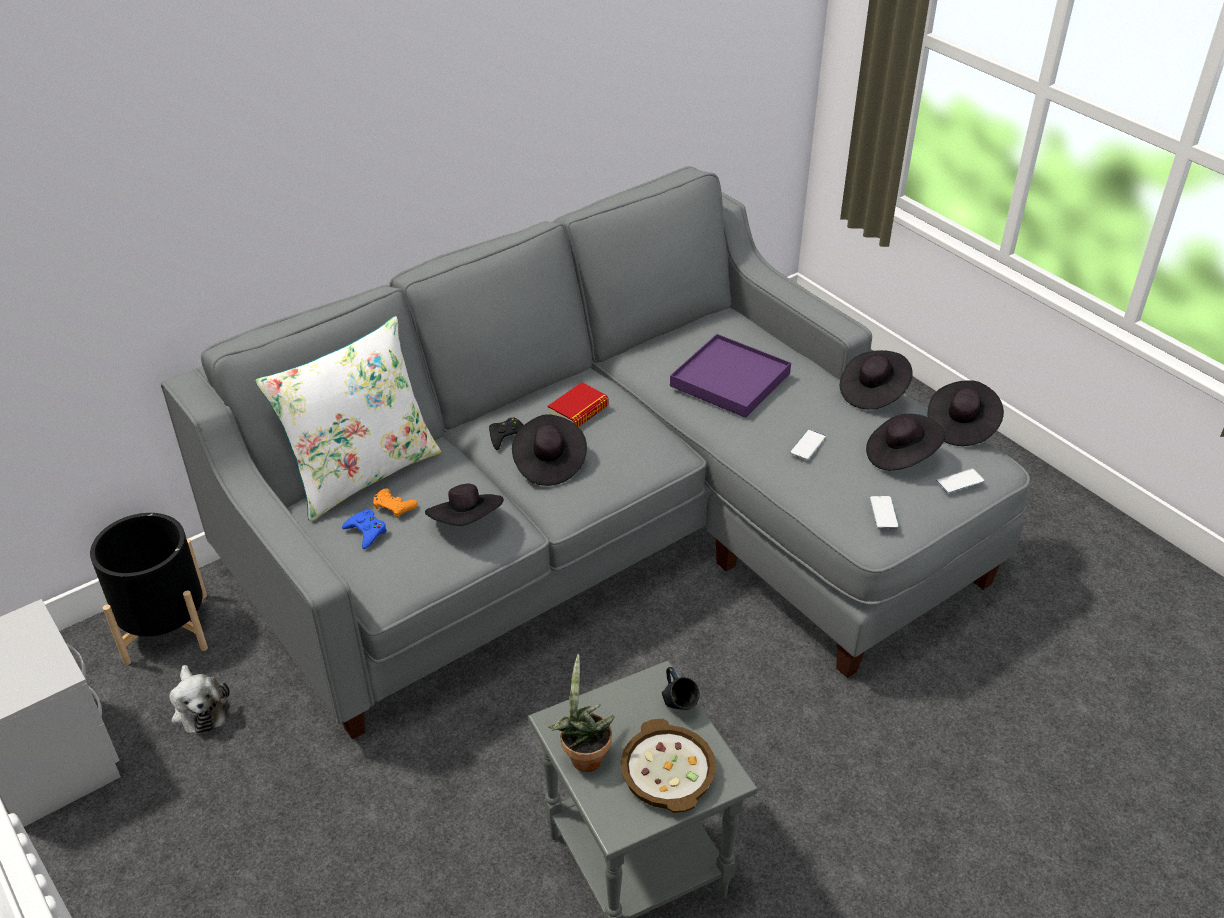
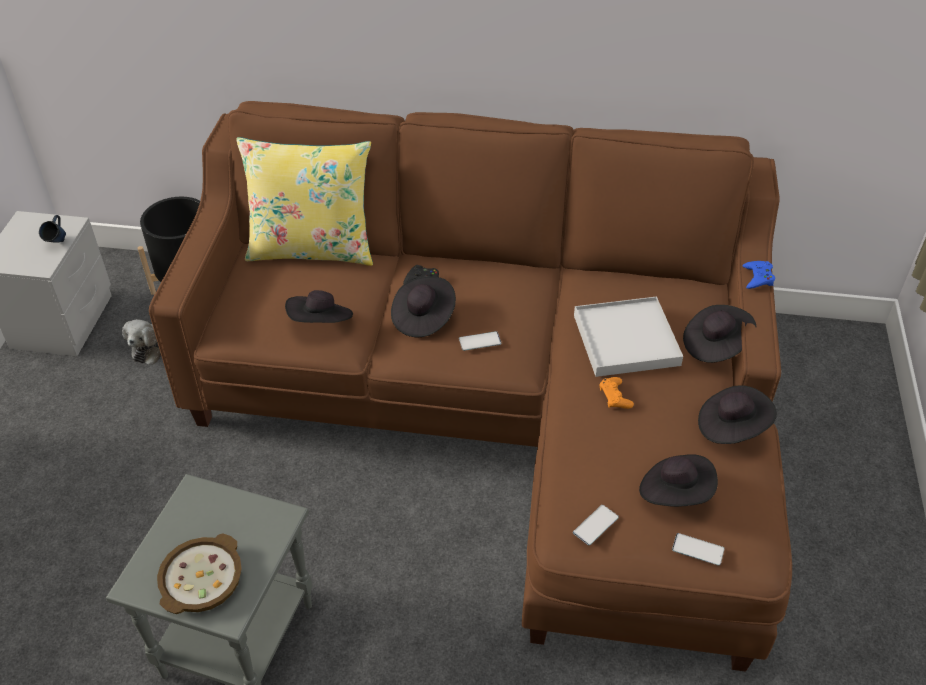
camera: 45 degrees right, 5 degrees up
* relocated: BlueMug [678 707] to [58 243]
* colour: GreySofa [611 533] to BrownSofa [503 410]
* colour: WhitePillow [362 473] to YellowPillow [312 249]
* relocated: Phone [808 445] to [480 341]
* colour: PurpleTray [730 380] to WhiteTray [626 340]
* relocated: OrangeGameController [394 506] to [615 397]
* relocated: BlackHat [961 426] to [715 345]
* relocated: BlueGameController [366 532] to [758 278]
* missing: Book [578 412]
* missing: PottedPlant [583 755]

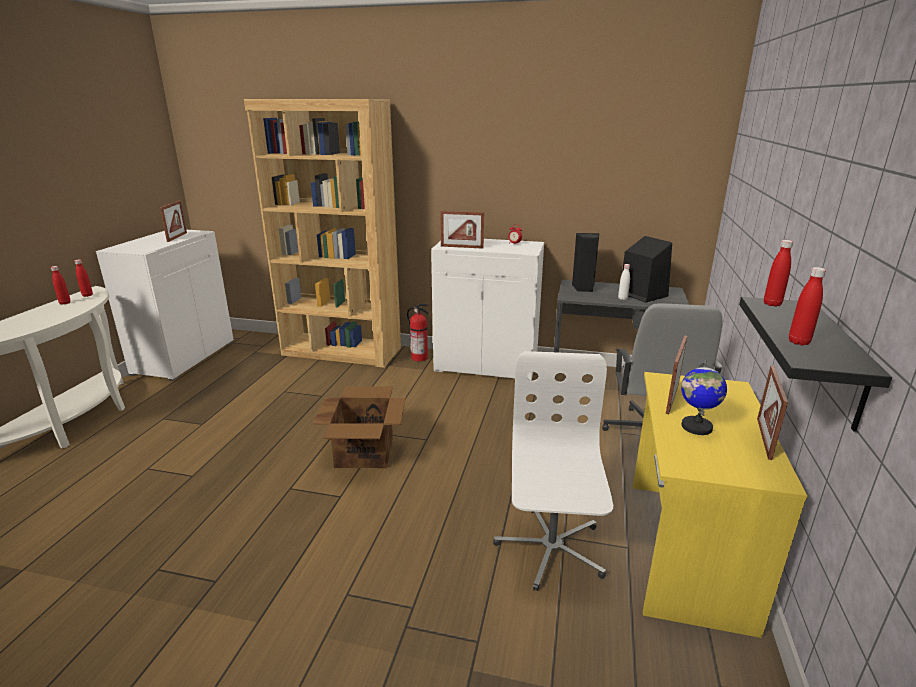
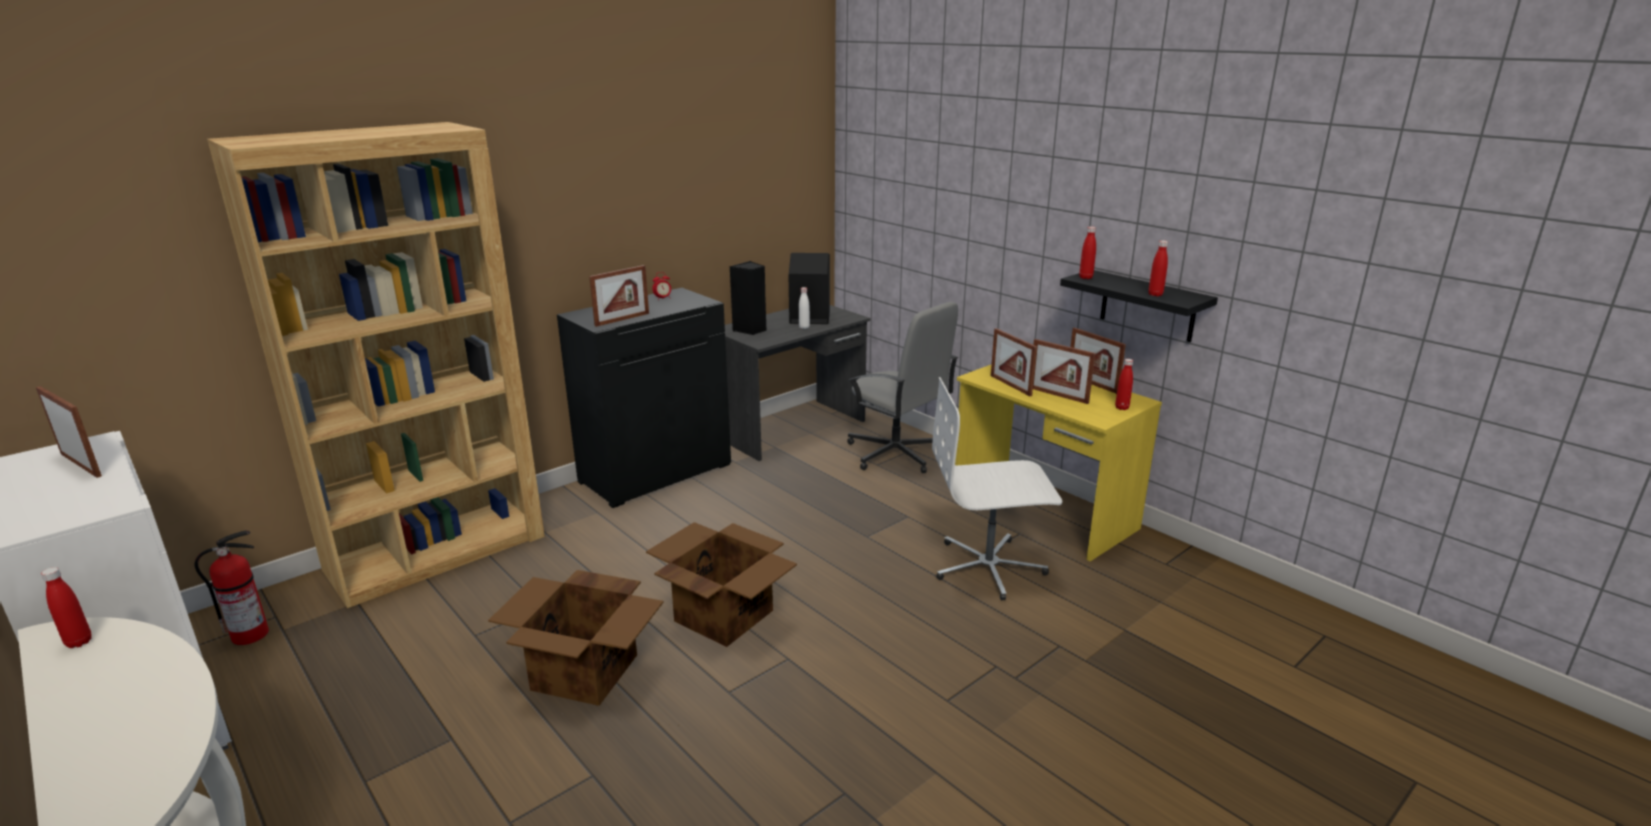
camera: 55 degrees left, 0 degrees up
* relocated: FireExtinguisher [420 358] to [251 634]
* appeared: CardboardBox [586 673]
* colour: WhiteCabinet [487 365] to BlackCabinet [655 472]
* spun: WhiteOfficeChair [550 548] = [989 567] 45 degrees counterclockwise
* exchanged: Globe [696 427] to PictureFrame [1058 395]
* relocated: RedBottle [65 303] to [1121 408]

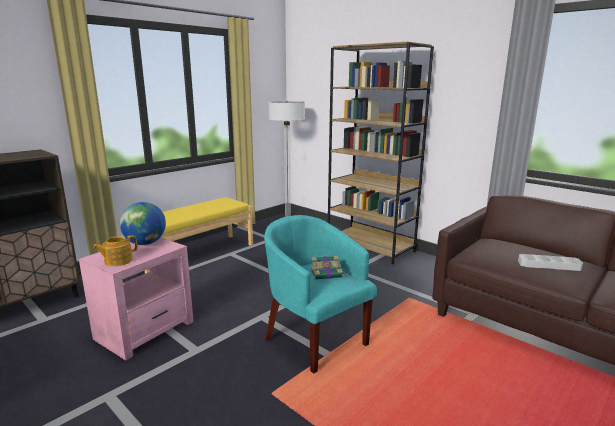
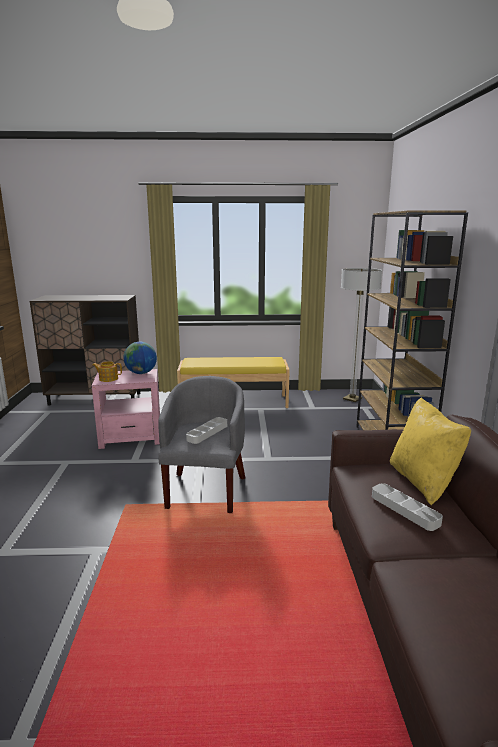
camera: 45 degrees right, 0 degrees up
* colour: TurquoiseArmchair [314 338] to GreyArmchair [206 490]
* exchanged: Book [327 274] to GreyTray [207 433]
* appeared: YellowPillow [423 482]

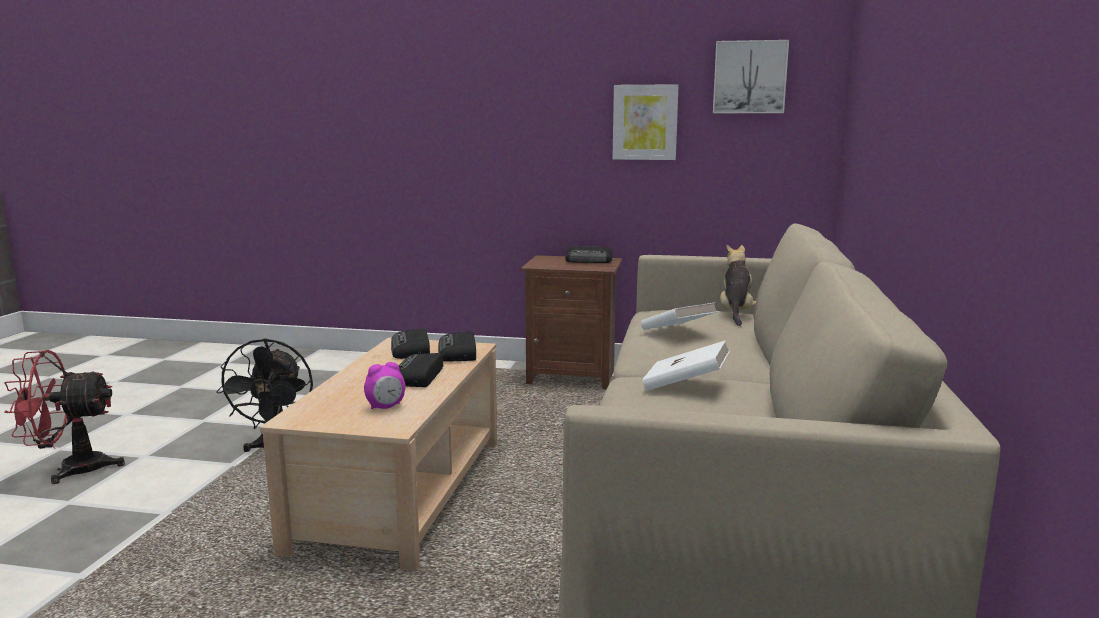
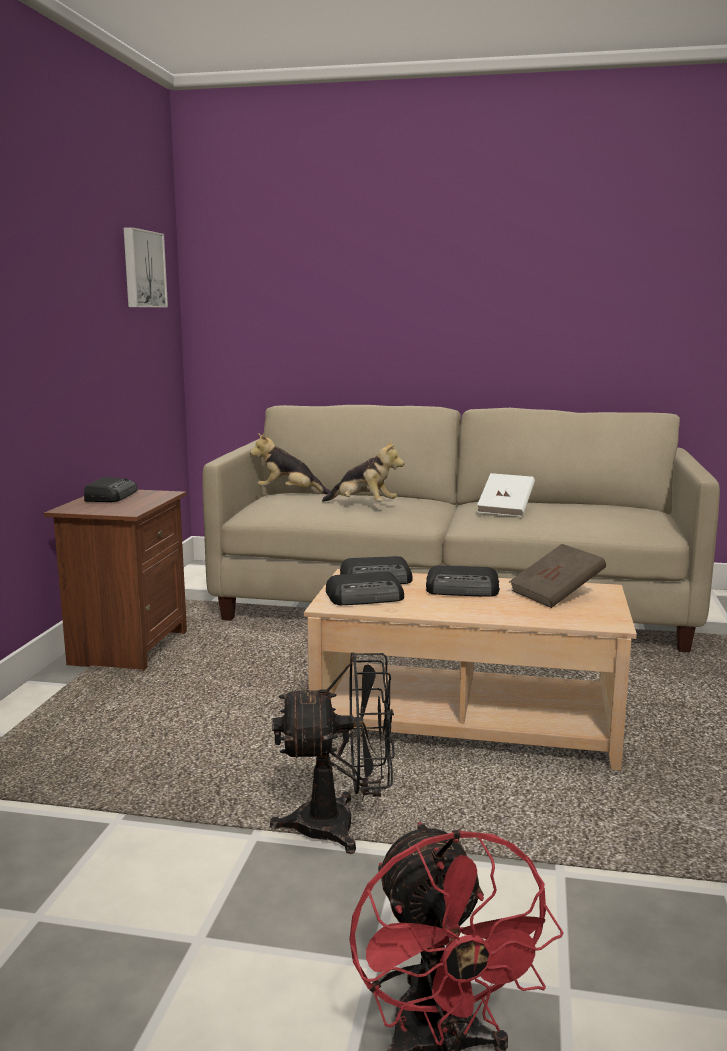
camera: 90 degrees left, 0 degrees up
* exchanged: WhiteBook [677 333] to PlushToy [363 505]
* exchanged: AlarmClock [386 407] to BrownBook [556 594]
* missing: Picture [645 122]

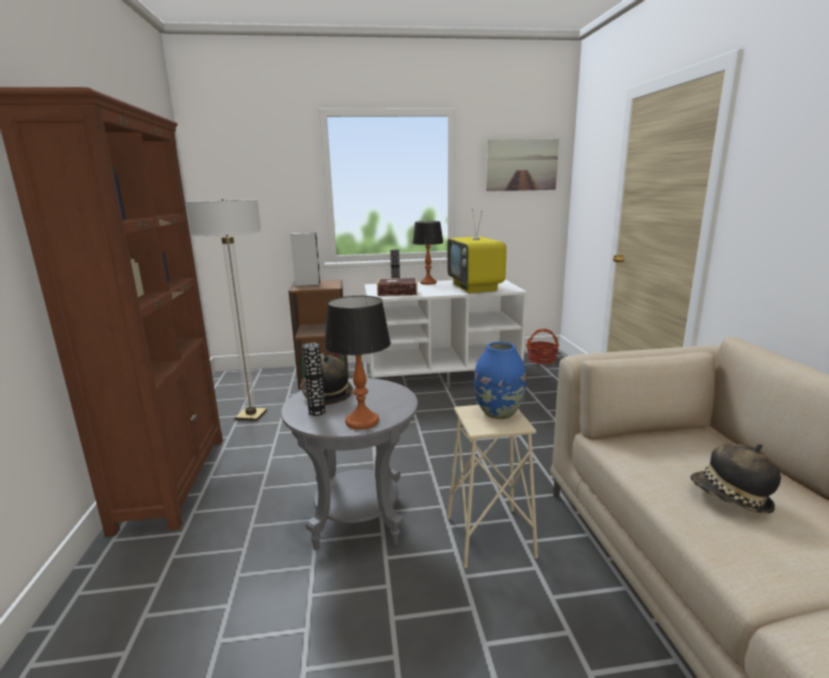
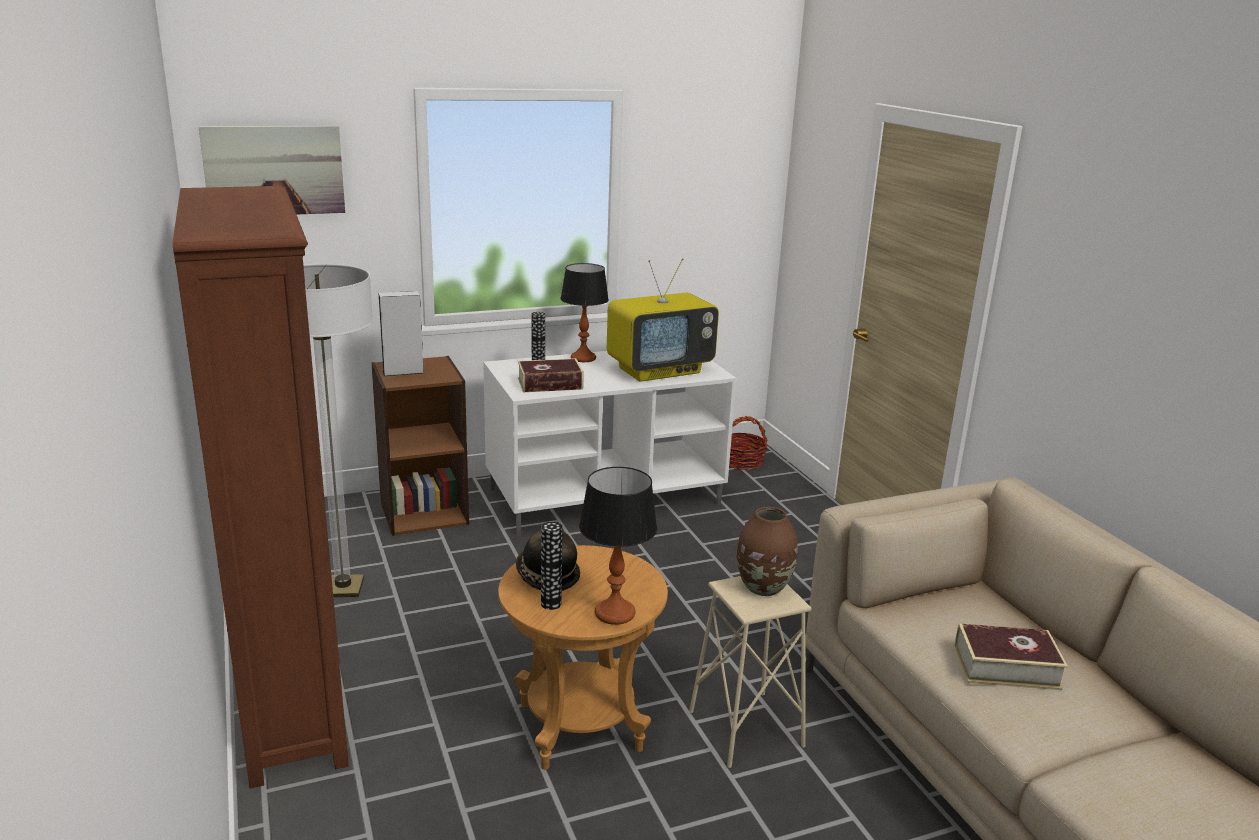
camera: 15 degrees left, 5 degrees up
* relocated: Picture [521 165] to [274 170]
* colour: GreySideTable [358 519] to BrownSideTable [580 726]
* spun: Television [475 288] = [660 370] 90 degrees counterclockwise
* colour: BlueVase [499 413] to BrownVase [763 587]
* exchanged: Hat [730 498] to Book [1006 667]

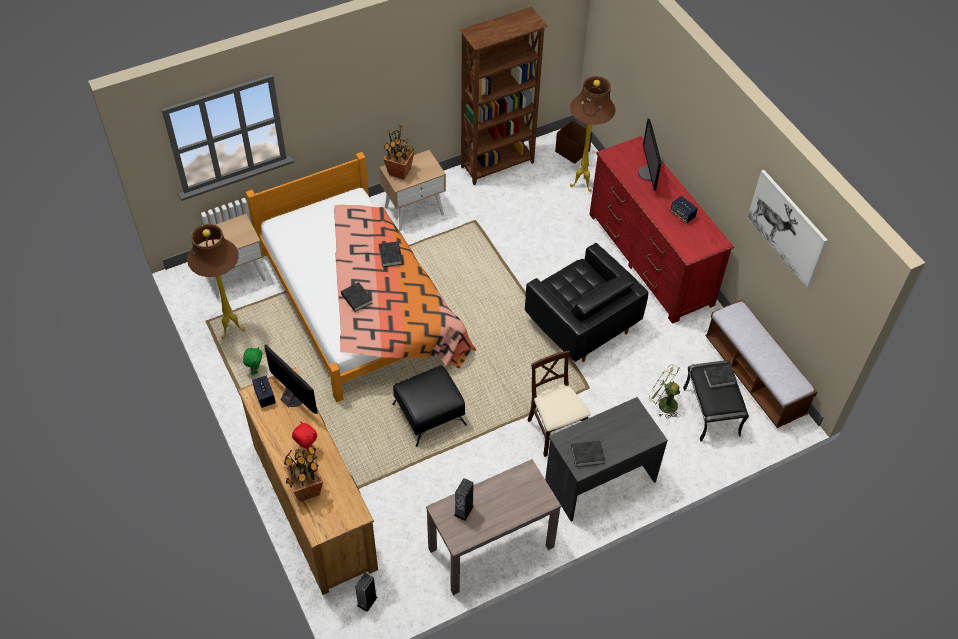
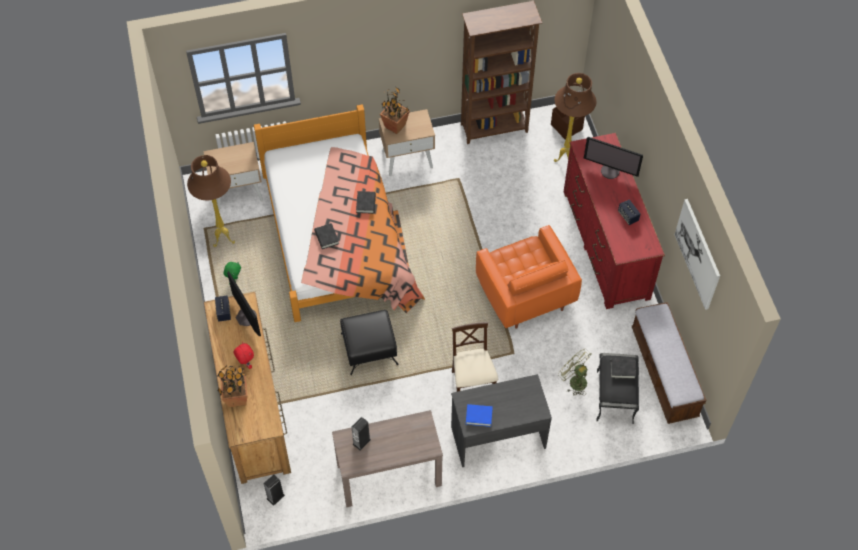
camera: 15 degrees right, 5 degrees up
* colour: BlackBook [587 455] to BlueBook [479 416]
* colour: BlackArmchair [580 323] to OrangeArmchair [524 292]
* spun: Monitor [649 173] = [610 171] 75 degrees counterclockwise

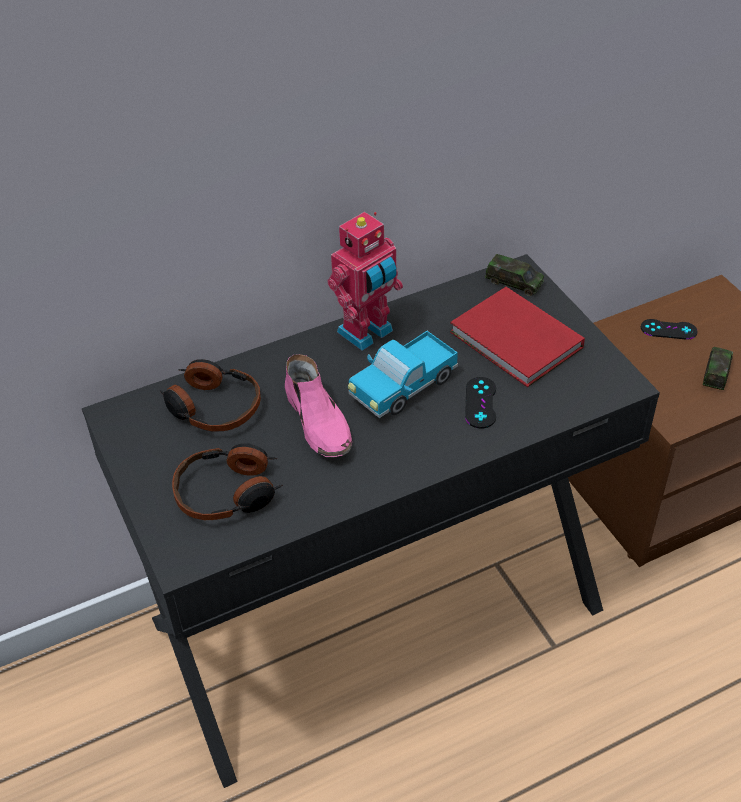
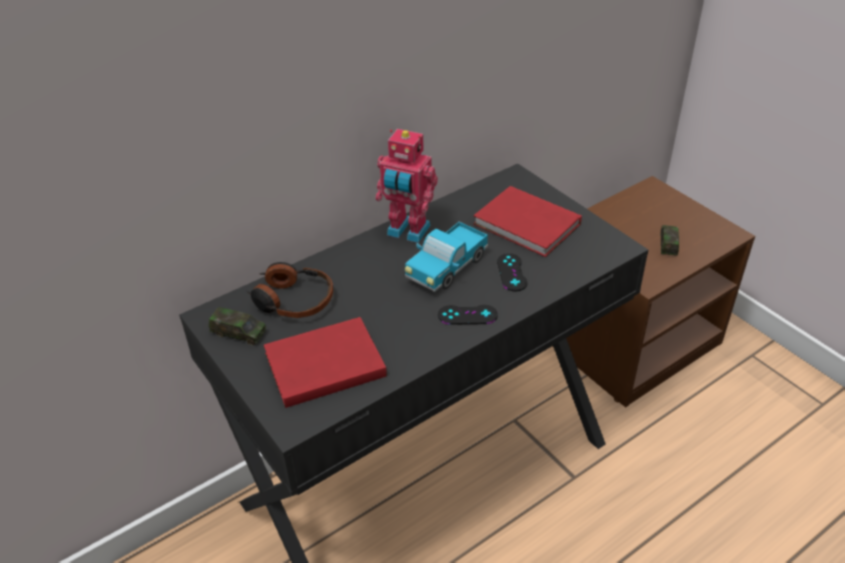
camera: 10 degrees left, 5 degrees down
* relocated: ToyCar [514 282] to [238 333]
* exchanged: Headphones [229 492] to RedBook [321 364]
* spun: ToyRobot [367 333] = [407 232] 75 degrees clockwise
* relocated: BlackGameController [668 329] to [467 315]
* missing: PinkShoe [319 422]

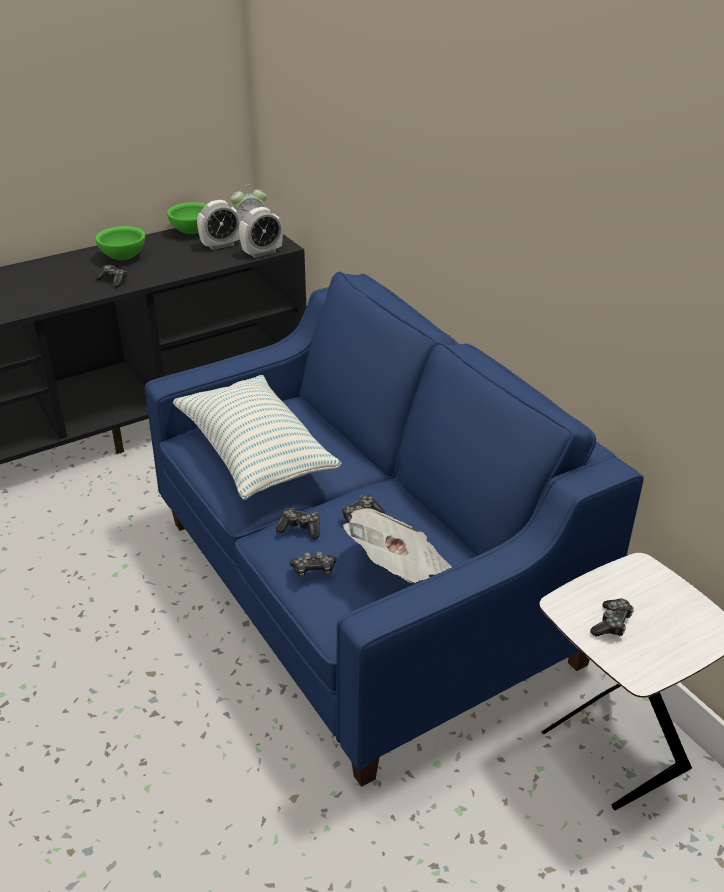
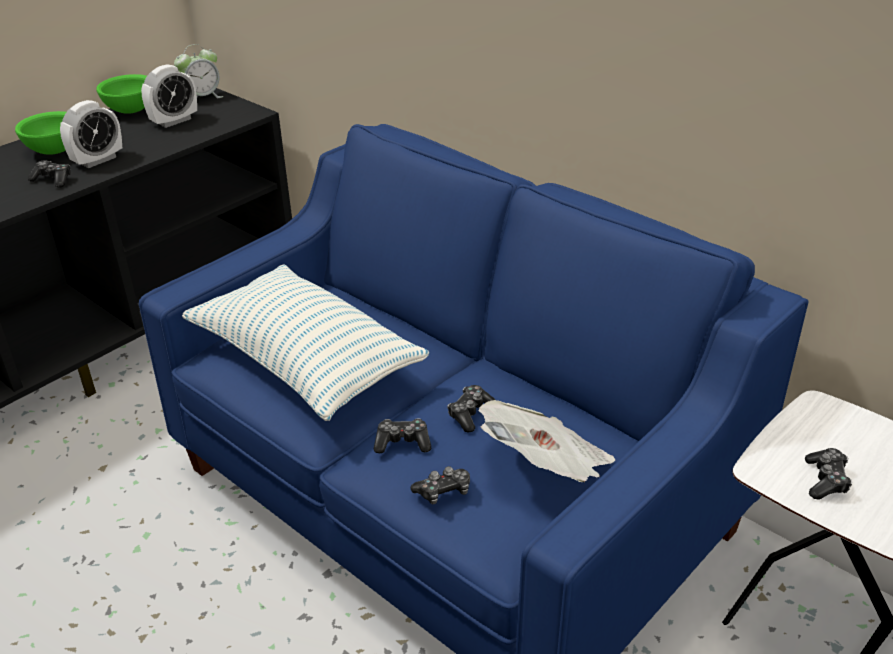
camera: 15 degrees left, 0 degrees up
* relocated: AlarmClock [262 253] to [98 160]

